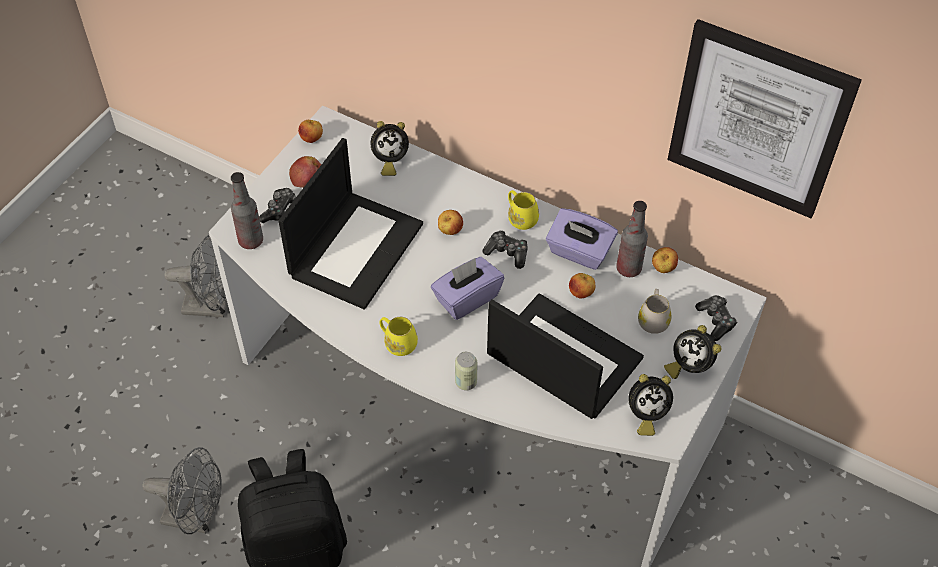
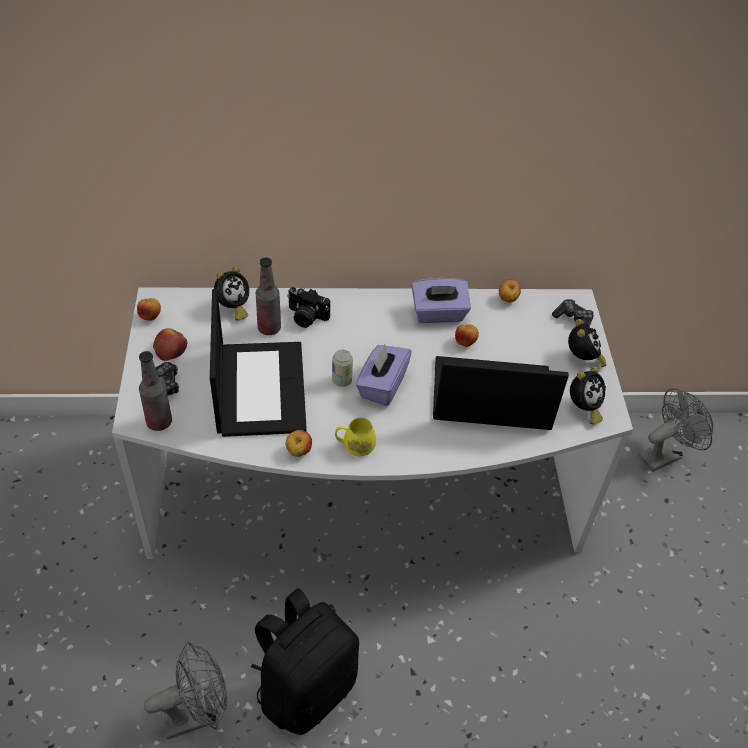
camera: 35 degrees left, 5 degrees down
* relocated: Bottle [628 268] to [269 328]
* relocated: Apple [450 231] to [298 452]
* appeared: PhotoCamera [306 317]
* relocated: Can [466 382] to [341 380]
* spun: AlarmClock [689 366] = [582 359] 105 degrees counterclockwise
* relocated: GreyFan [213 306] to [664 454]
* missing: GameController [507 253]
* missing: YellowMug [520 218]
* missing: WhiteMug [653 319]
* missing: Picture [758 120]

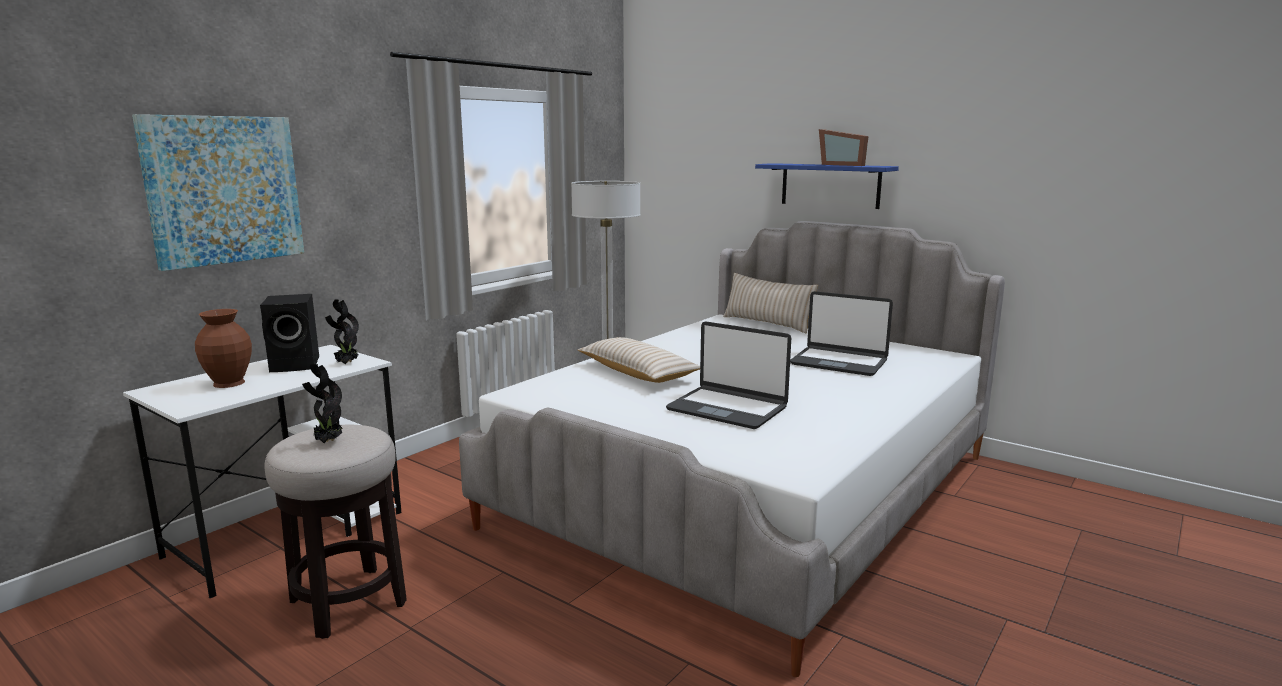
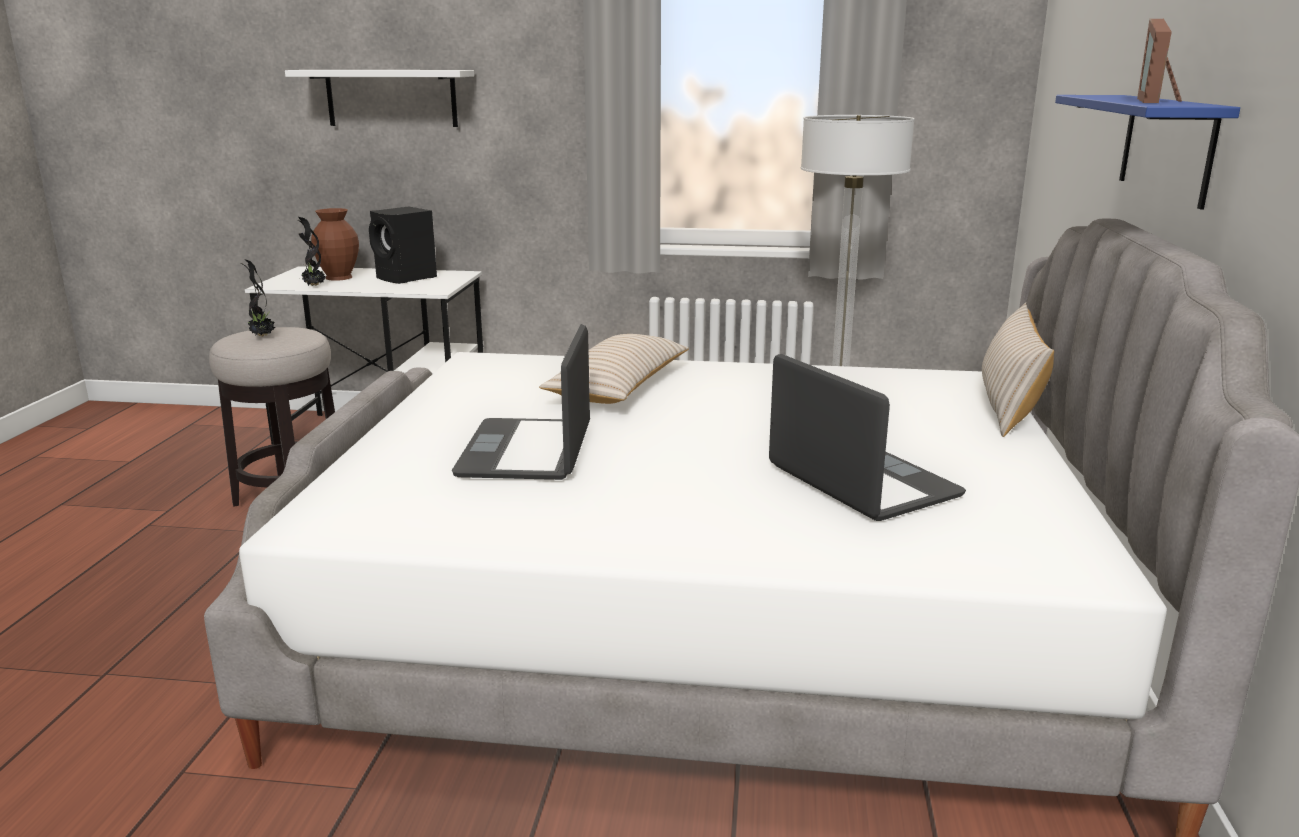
camera: 60 degrees right, 5 degrees up
* exchanged: Picture [224 190] to WhiteShelf [391 98]
* relocated: PottedPlant [346 363] to [313 286]
* spun: Laptop [839 362] = [861 482] 150 degrees clockwise

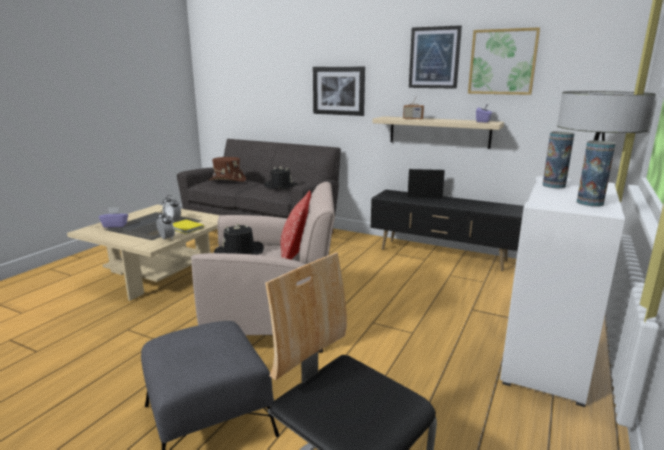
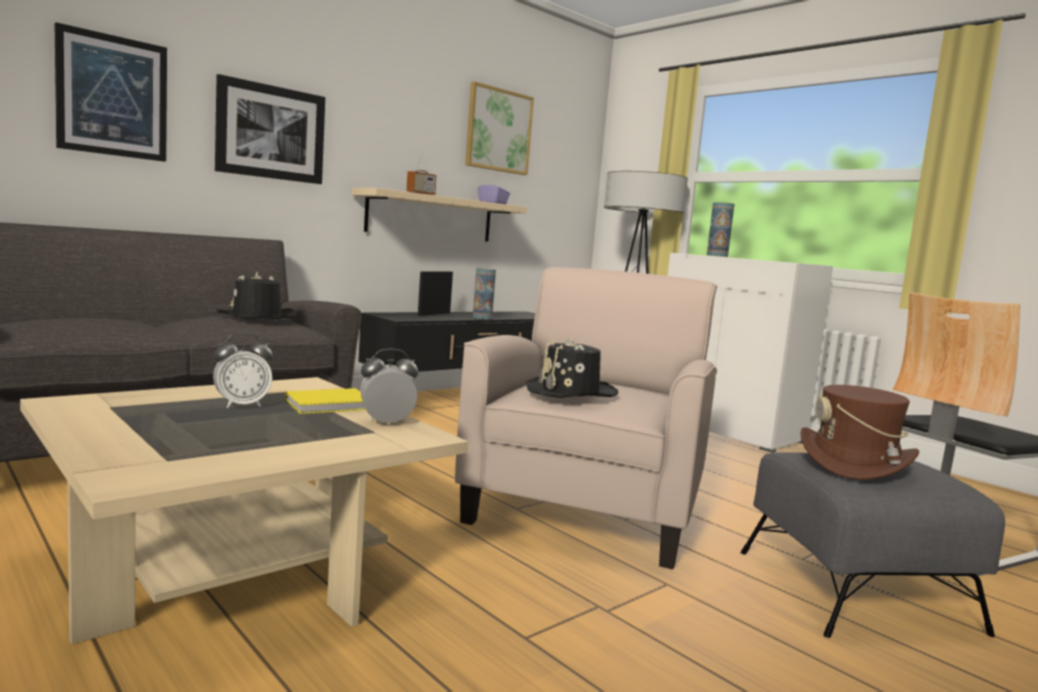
camera: 70 degrees left, 10 degrees down
* relocated: Picture [434 58] to [112 96]
* relocated: Vase [589 203] to [482 317]
* relocated: BrownHat [227 180] to [854 463]
* missing: PurpleTissueBox [115 225]
* missing: Pillow [296 256]

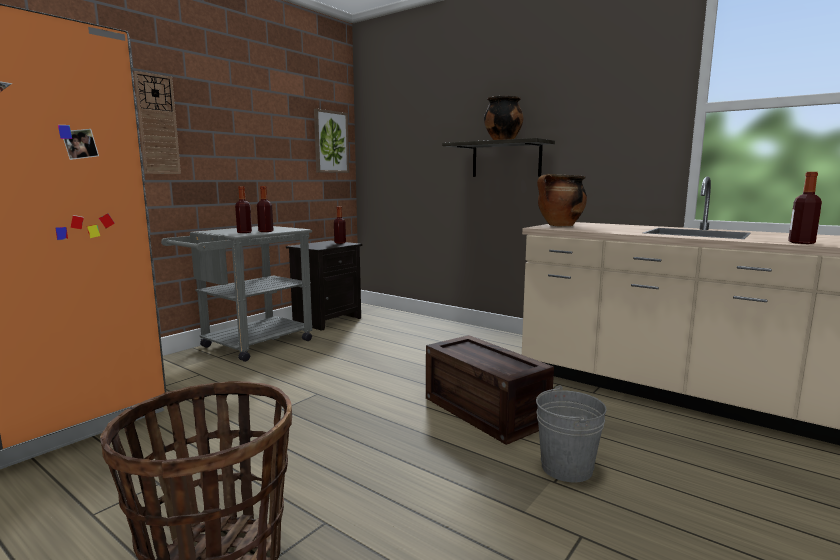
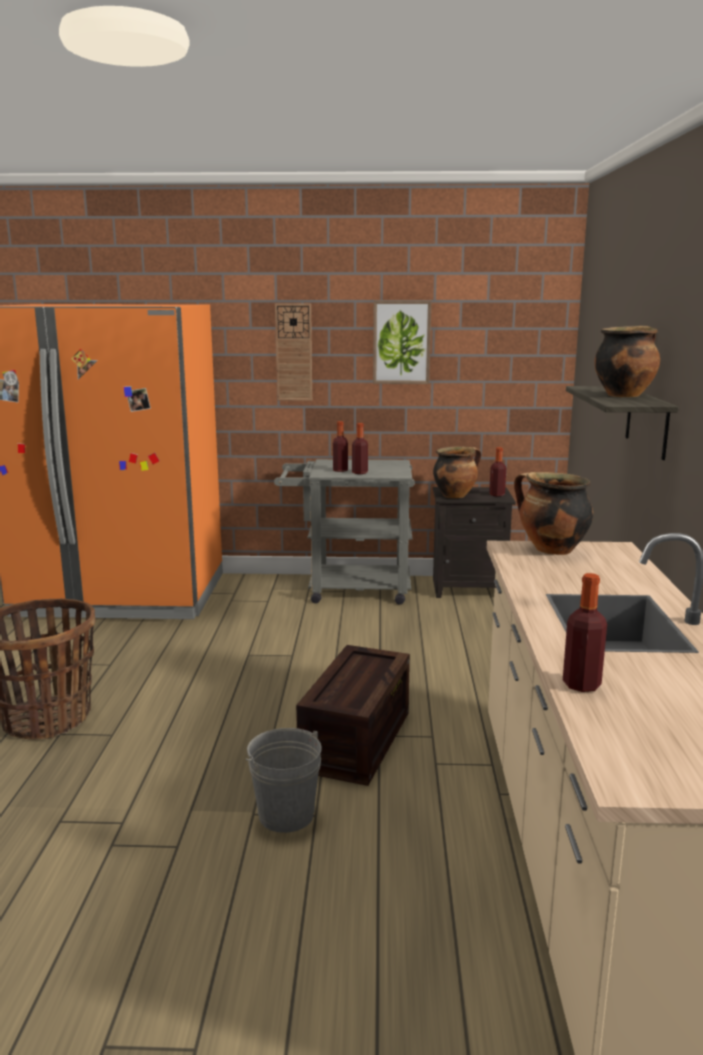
camera: 55 degrees right, 5 degrees up
* relocated: Picture [330 142] to [401 342]
* appeared: CookingPot [455 495]

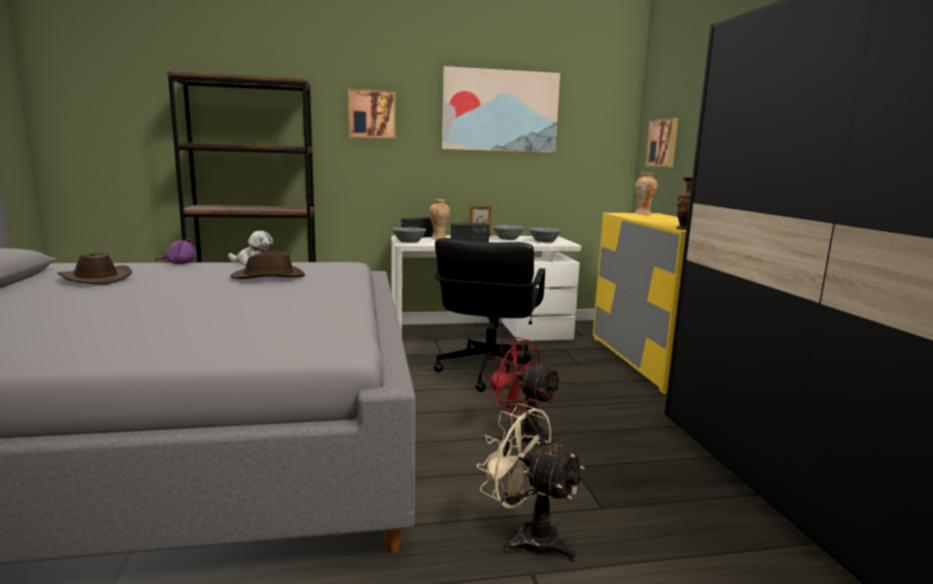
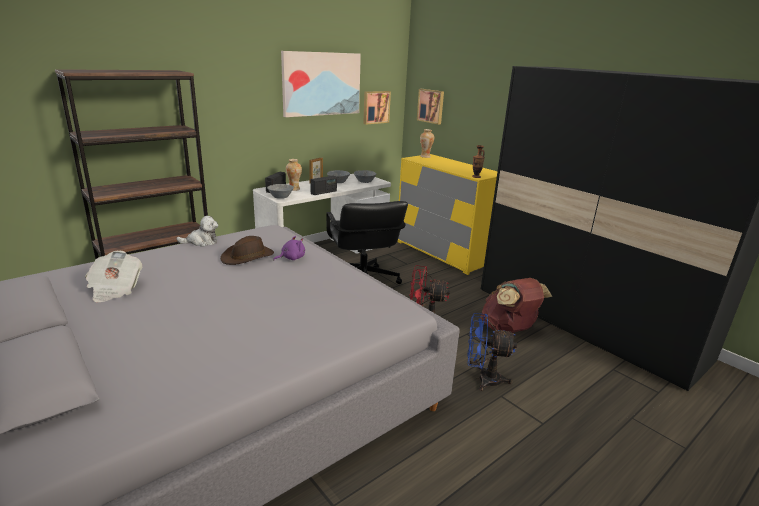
camera: 30 degrees left, 10 degrees up
* exchanged: BrownHat [94 279] to Newspaper [115 289]
* relocated: PurplePlushToy [179 263] to [291 258]
* relocated: Picture [372 114] to [375 107]
* colour: BeigeFan [528 536] to BlueFan [483 379]
* appeared: BrownBackpack [509 329]

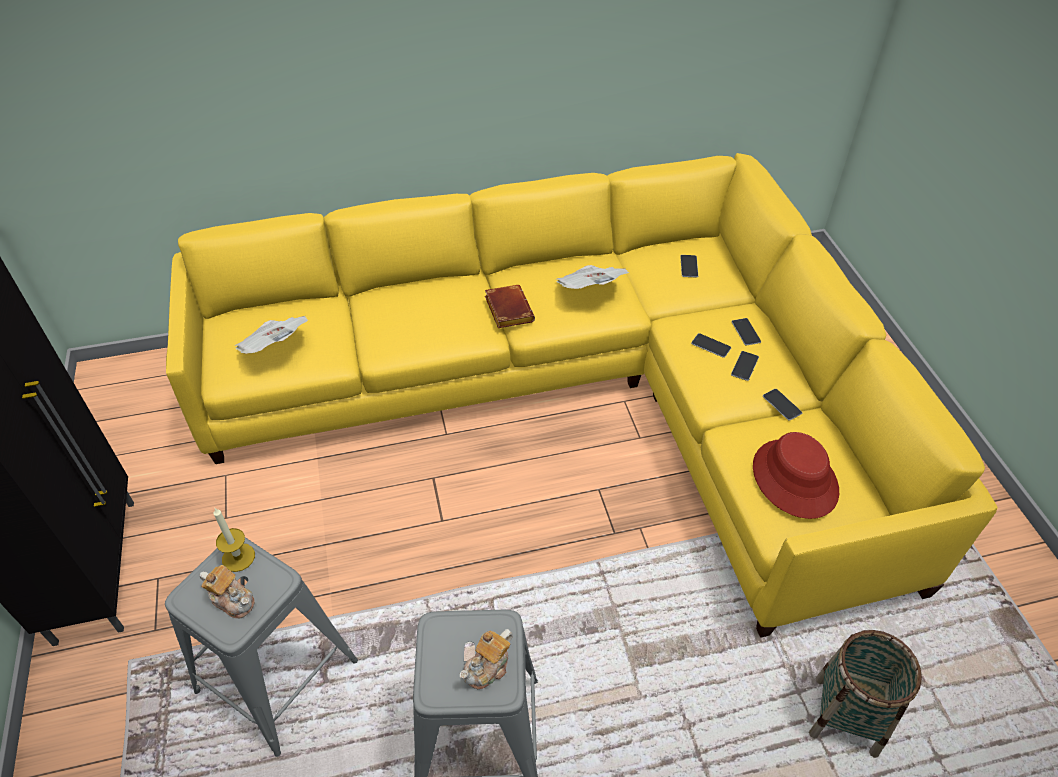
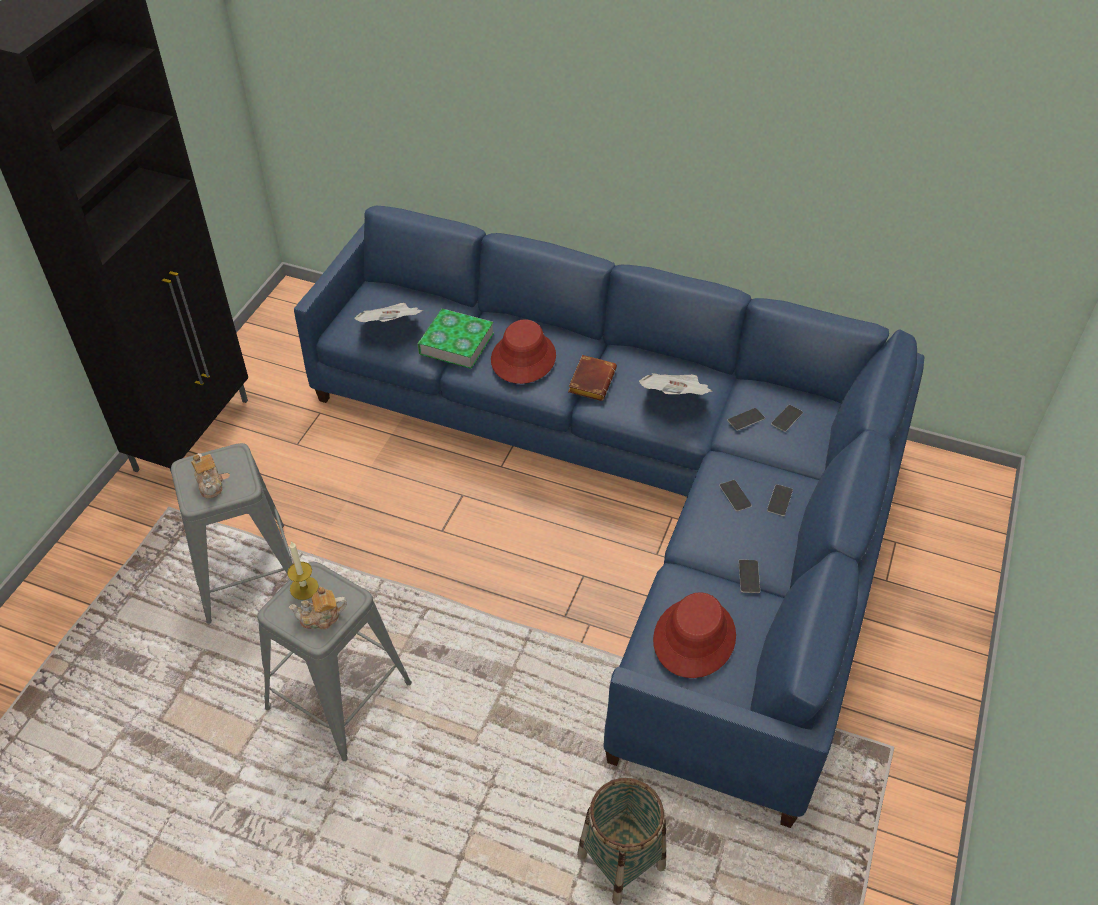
camera: 35 degrees right, 0 degrees up
* relocated: Candle [238 557] to [304 588]
* colour: YellowSofa [578 393] to BlueSofa [637 490]
* appeared: Book [456 343]
* appeared: RedHat [523 358]
* relocated: Phone [745 366] to [746 419]

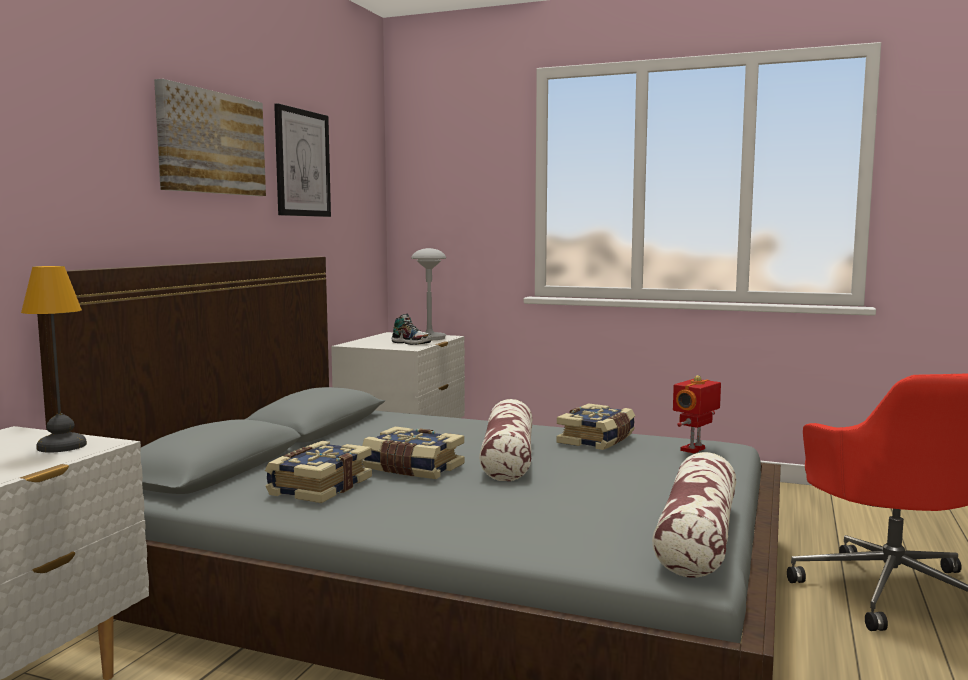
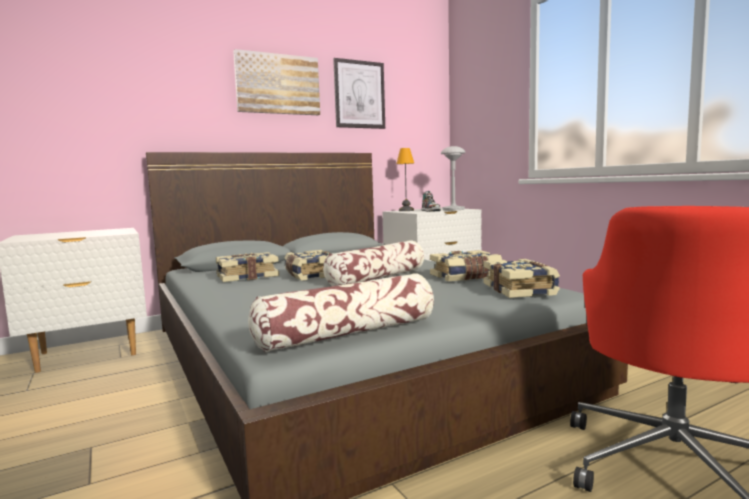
camera: 40 degrees right, 0 degrees up
* relocated: TableLamp [60 446] to [405 210]
* exchanged: ToyRobot [694 450] to Book [520 290]

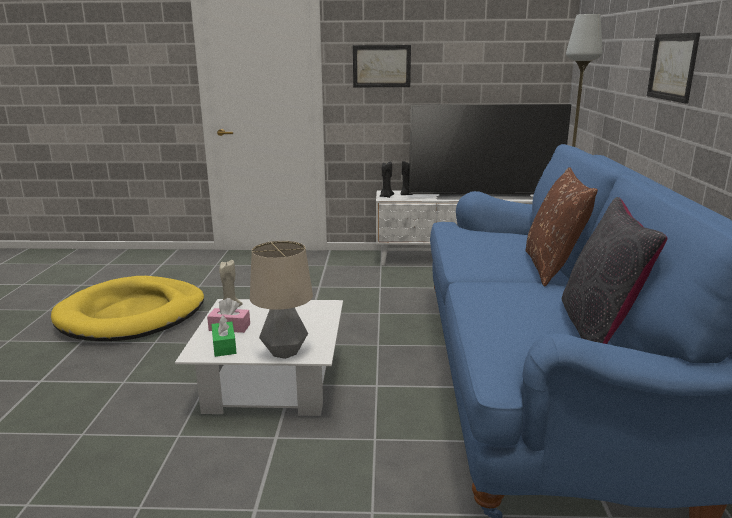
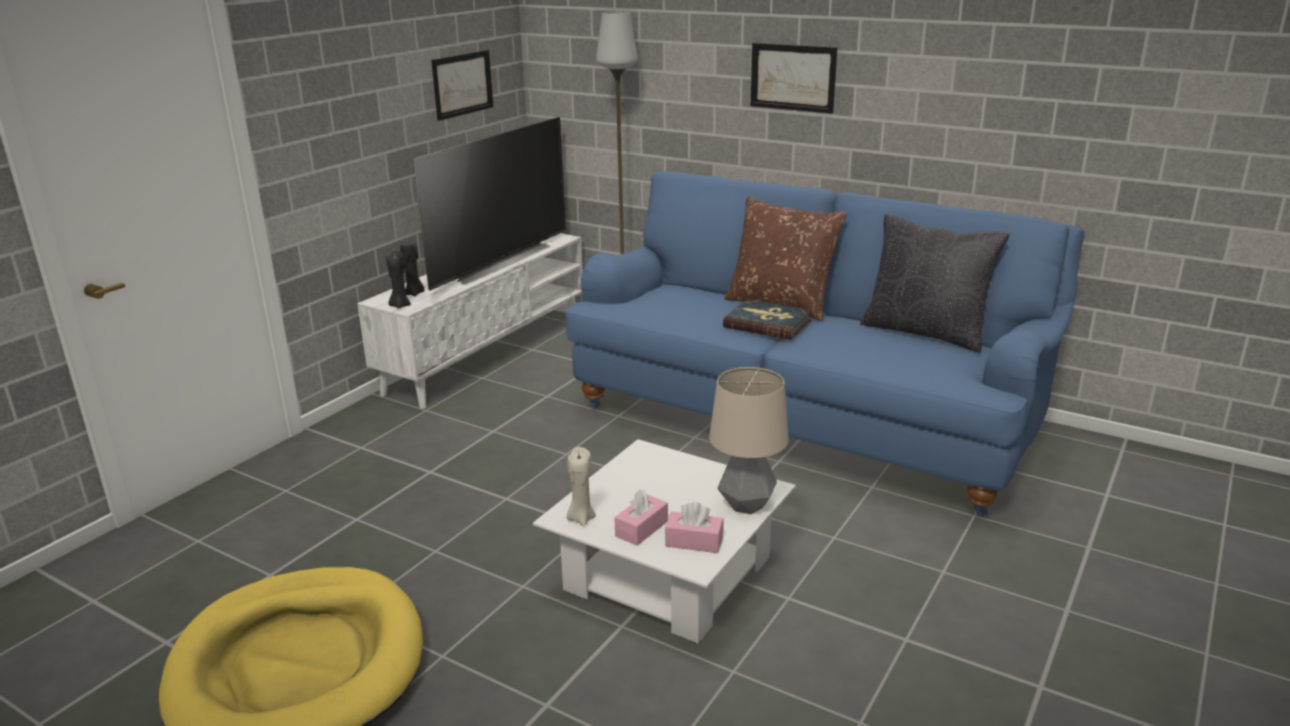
camera: 60 degrees left, 5 degrees up
* relocated: Picture [381 66] to [462 84]
* colour: GreenTissueBox [224 346] to PinkTissueBox [694 542]
* appeared: Book [768 323]

